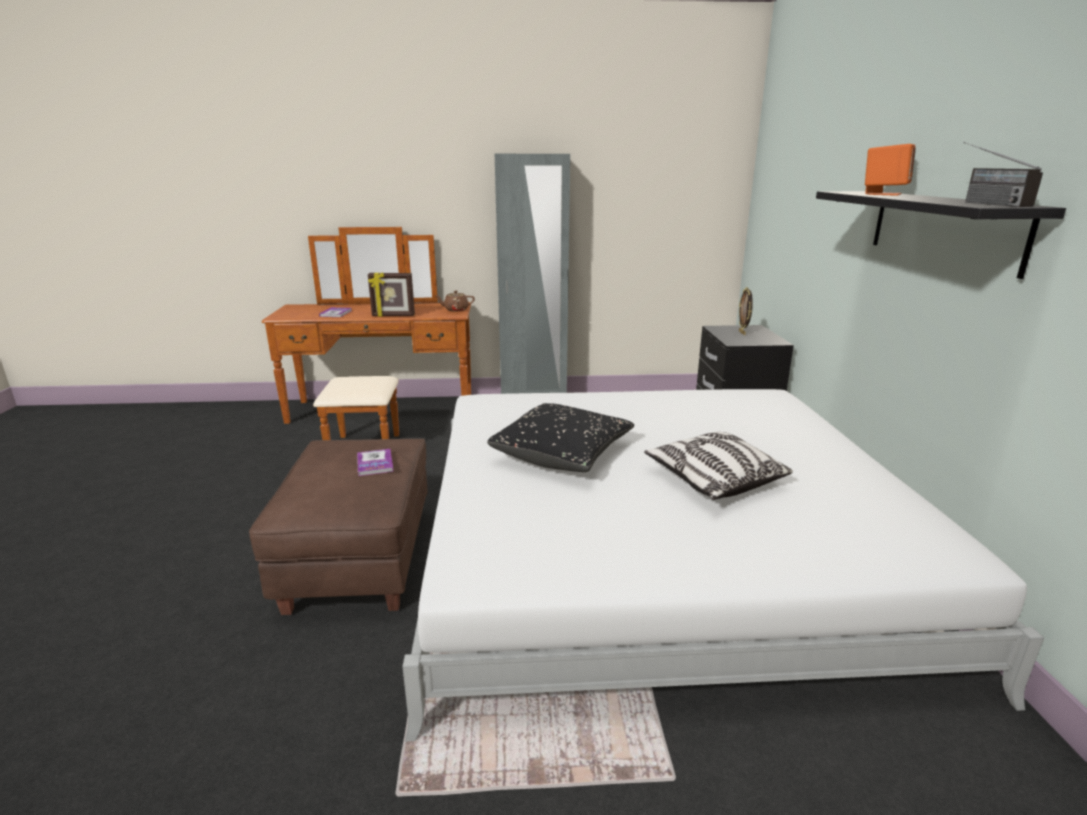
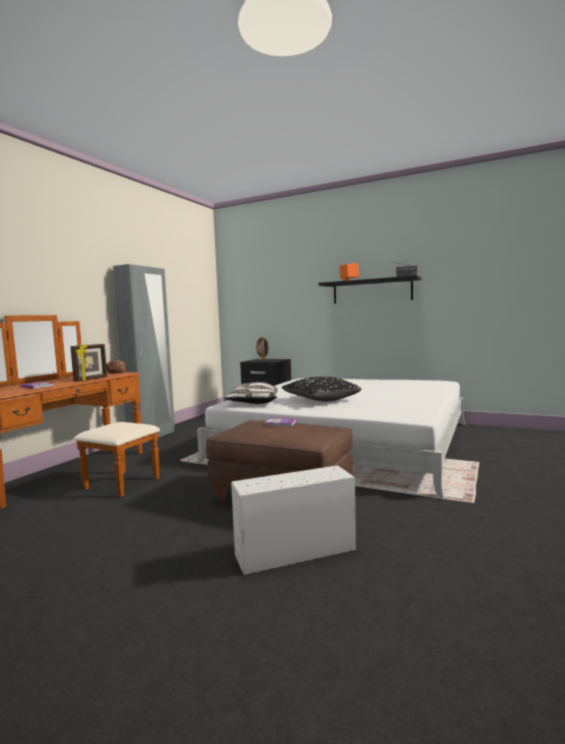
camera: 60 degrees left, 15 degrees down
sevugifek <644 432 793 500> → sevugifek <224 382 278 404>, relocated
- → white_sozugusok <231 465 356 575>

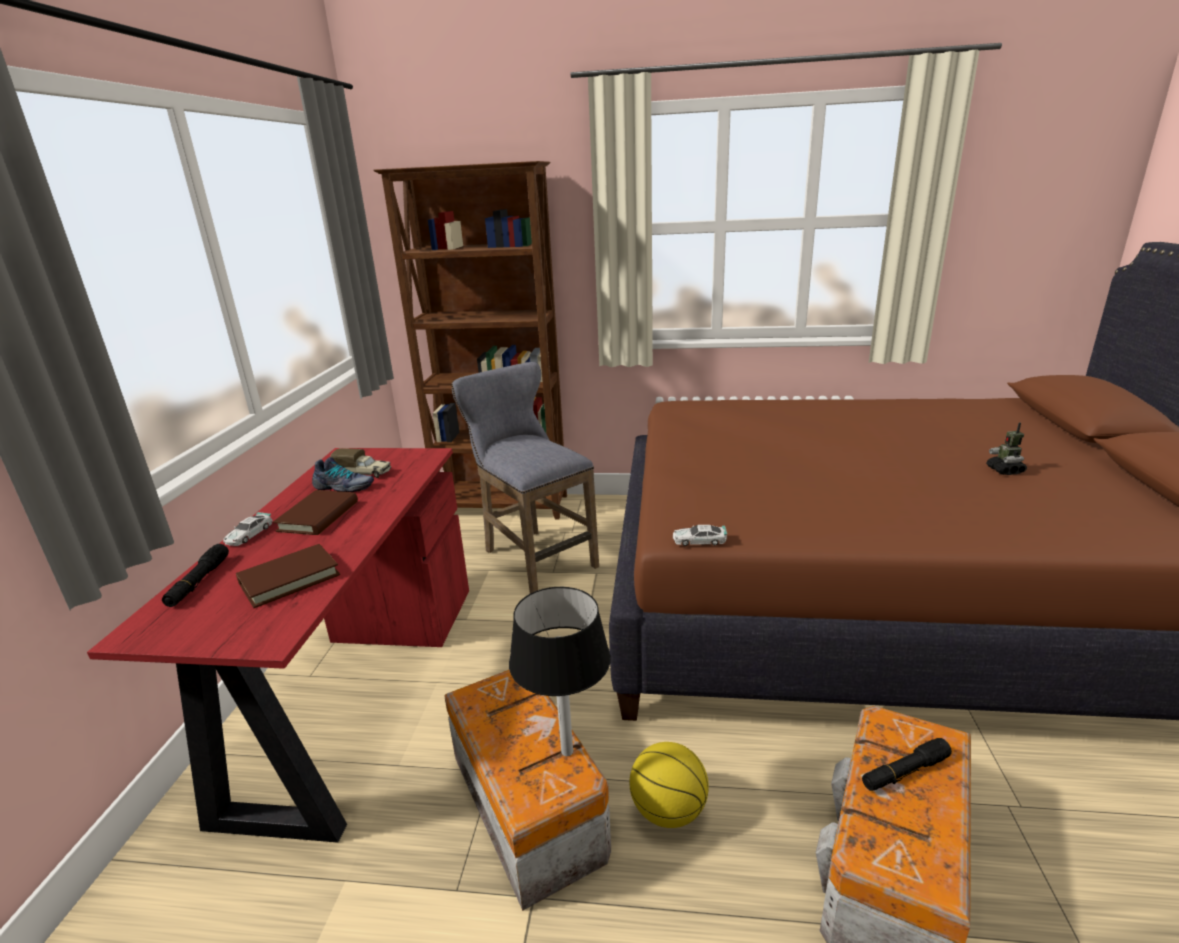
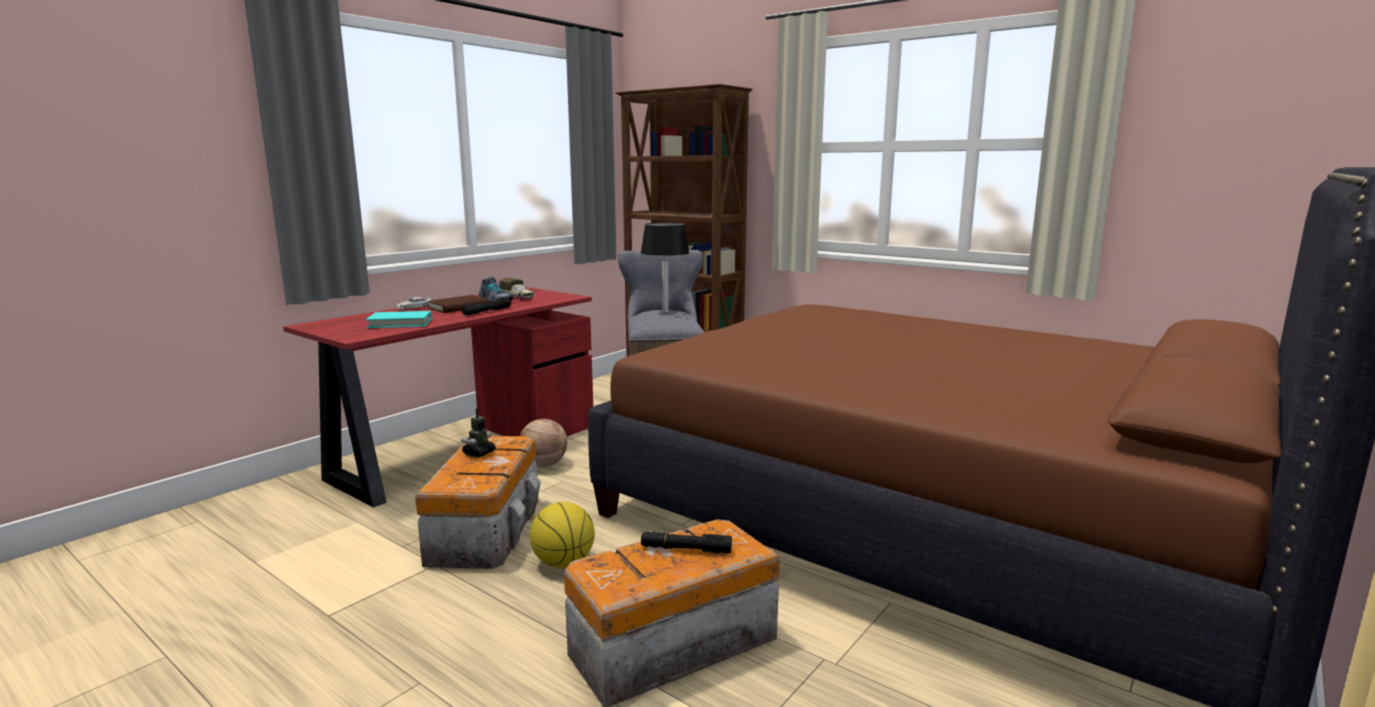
camera: 30 degrees right, 10 degrees down
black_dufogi <162 544 229 607> → black_dufogi <462 297 511 315>, relocated
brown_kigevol <236 544 340 608> → turquoise_kigevol <366 311 432 328>
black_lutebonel <509 587 611 756> → black_lutebonel <641 223 689 313>, relocated
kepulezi <673 525 727 546> → -
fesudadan <986 422 1027 475> → fesudadan <461 408 496 457>, relocated
- → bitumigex <520 419 567 467>

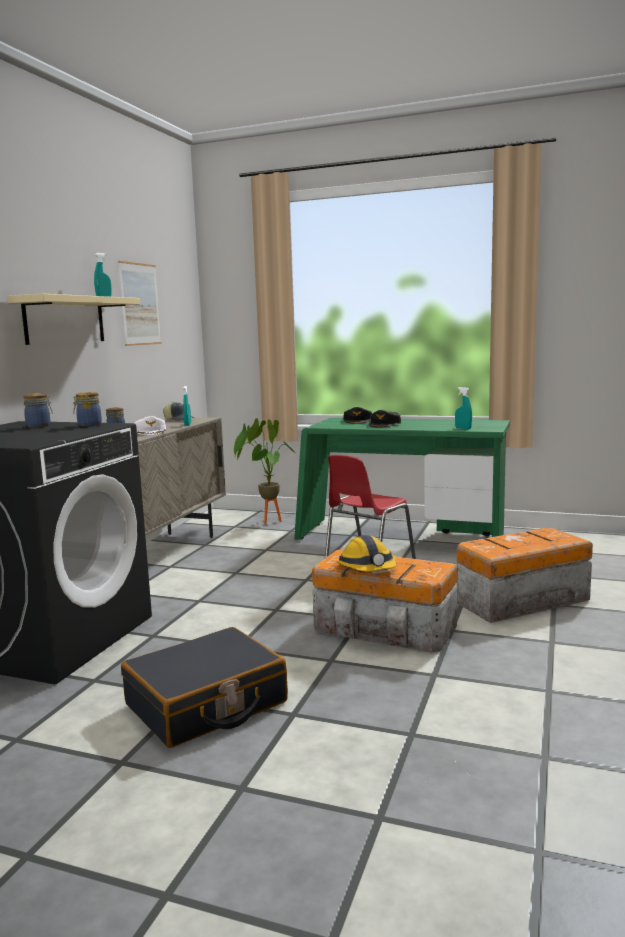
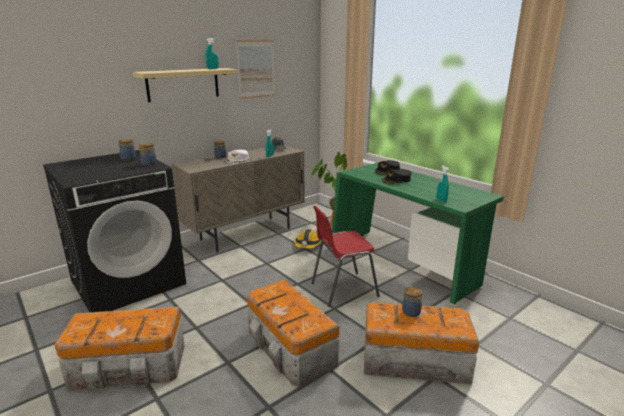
camera: 30 degrees right, 10 degrees up
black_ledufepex <121 627 288 748> → sozugusok <55 307 185 390>
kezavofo <336 535 397 571> → kezavofo <294 229 321 249>, relocated
- → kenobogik <402 287 422 317>

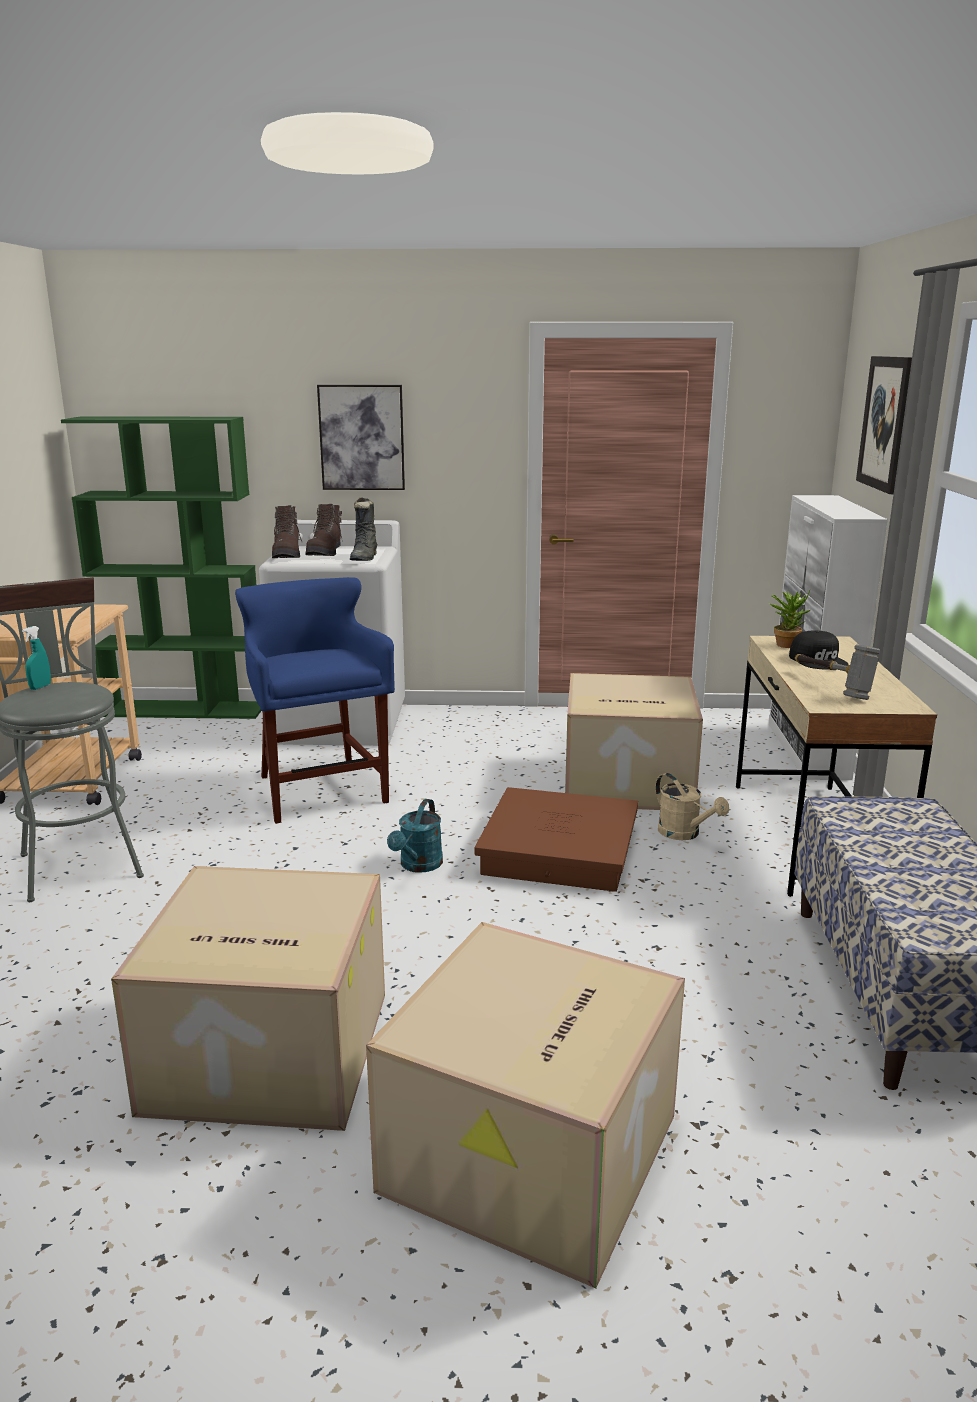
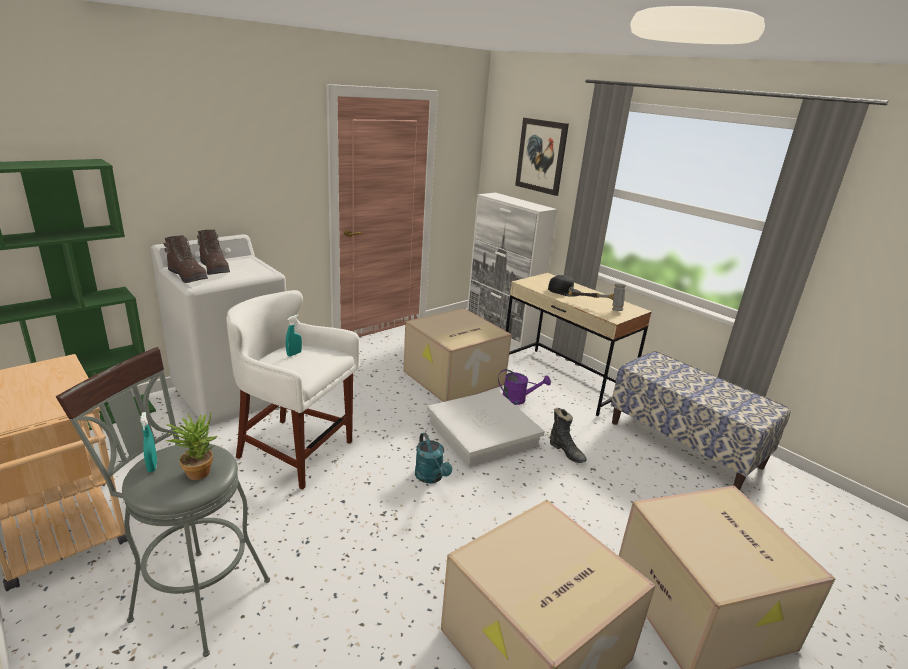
camera: 45 degrees left, 5 degrees up
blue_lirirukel <235 577 395 824> → white_lirirukel <226 290 359 490>
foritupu <317 385 405 490> → -
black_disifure <350 497 377 561> → black_disifure <550 408 587 463>, relocated
brown_sozugusok <475 787 638 892> → white_sozugusok <427 390 545 467>
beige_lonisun <656 773 729 840> → purple_lonisun <498 369 551 405>
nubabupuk <768 590 810 648> → nubabupuk <165 412 217 480>, relocated
- → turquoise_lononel <286 315 302 357>

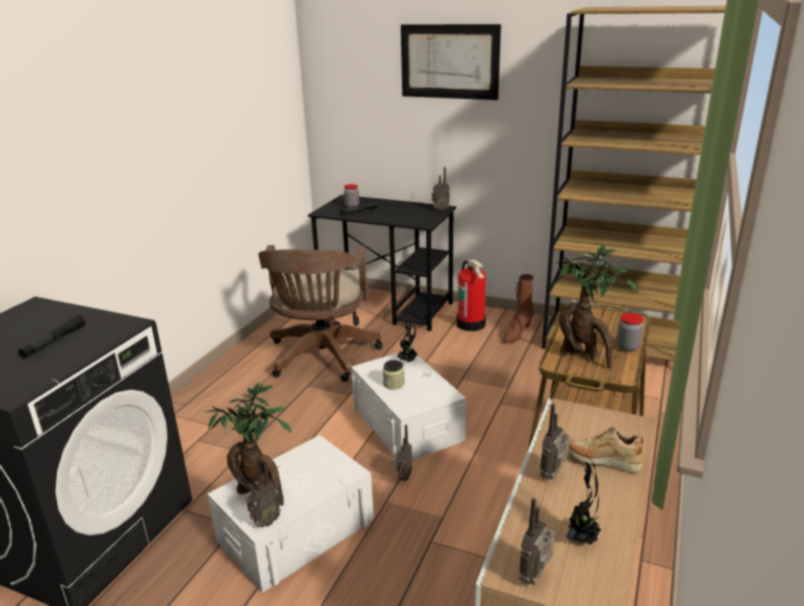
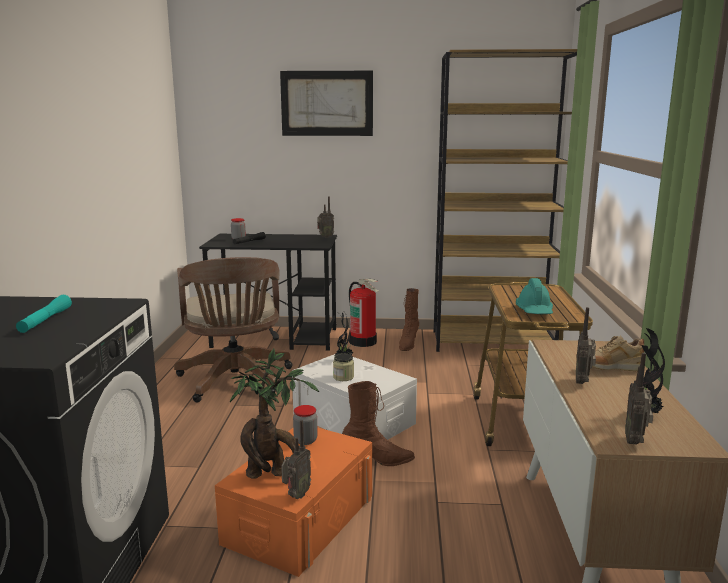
camera: 20 degrees left, 10 degrees down
black_dufogi <18 314 85 358> → turquoise_dufogi <16 295 72 333>
white_sozugusok <207 435 374 593> → orange_sozugusok <215 427 372 577>
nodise <394 424 412 481> → brown_disifure <342 381 415 466>
nubabupuk <554 243 638 369> → turquoise_kezavofo <516 278 553 314>
kenobogik <616 313 644 352> → kenobogik <293 405 318 445>, relocated

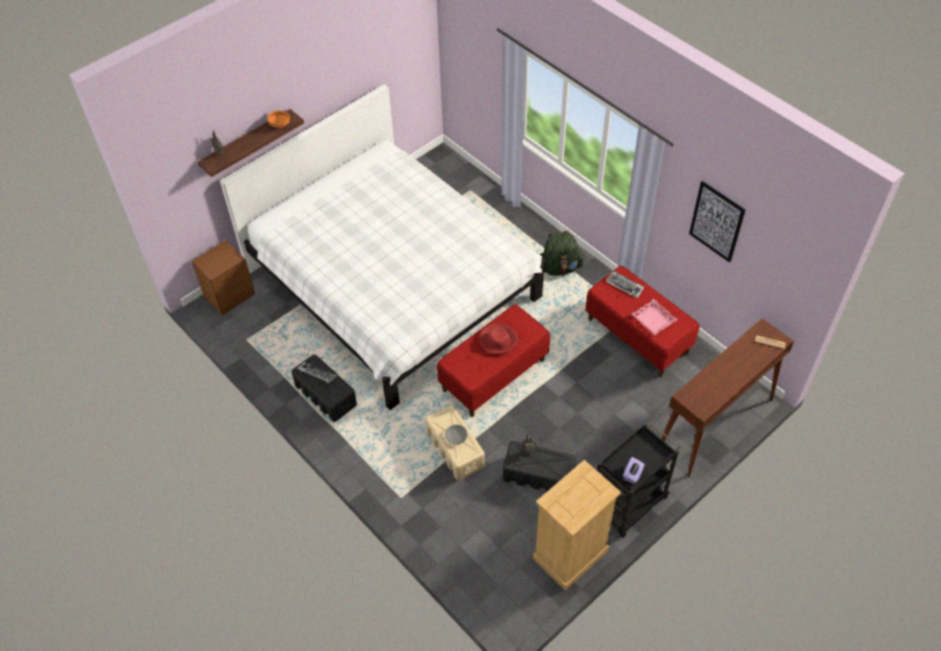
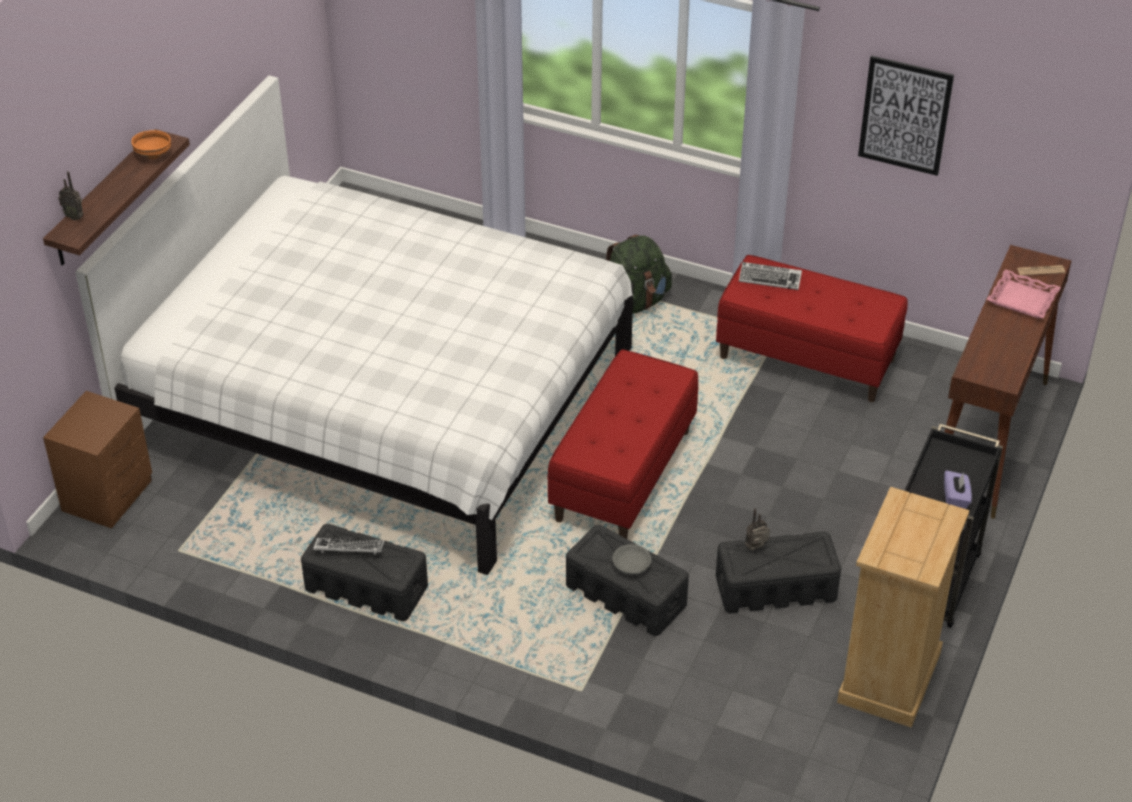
camera: 25 degrees left, 10 degrees down
beige_sozugusok <426 405 485 480> → black_sozugusok <566 525 689 636>
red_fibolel <479 324 519 354> → -
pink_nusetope <631 299 677 335> → pink_nusetope <987 269 1061 318>, relocated

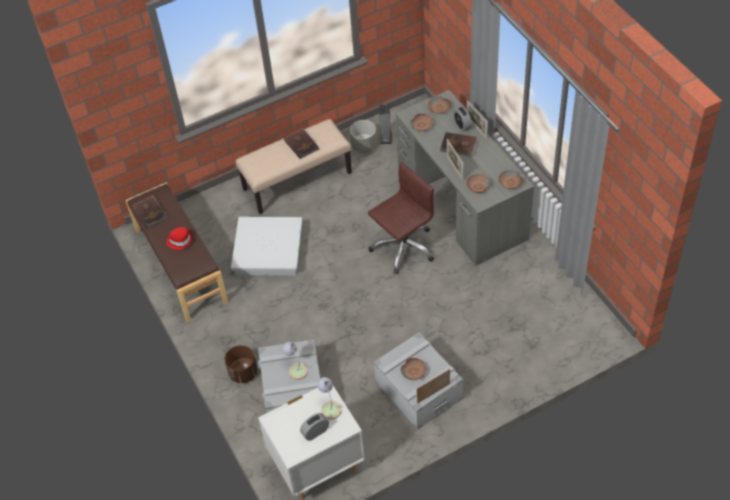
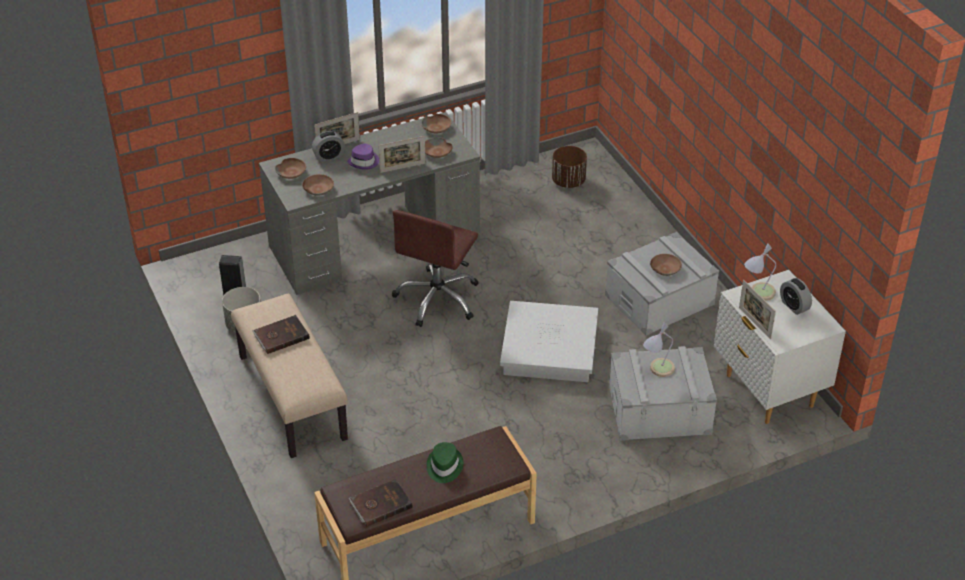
camera: 90 degrees left, 10 degrees down
red_fibolel <166 227 193 250> → green_fibolel <426 442 463 483>
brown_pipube <225 345 258 383> → brown_pipube <552 146 587 188>, relocated
white_sozugusok <231 217 302 276> → white_sozugusok <500 301 598 382>, relocated
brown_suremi <368 162 434 274> → brown_suremi <392 210 478 327>, 120 degrees counterclockwise
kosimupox <416 368 450 404> → kosimupox <739 280 776 339>, relocated
brown_kigevol <440 132 477 157> → purple_fibolel <347 144 379 169>

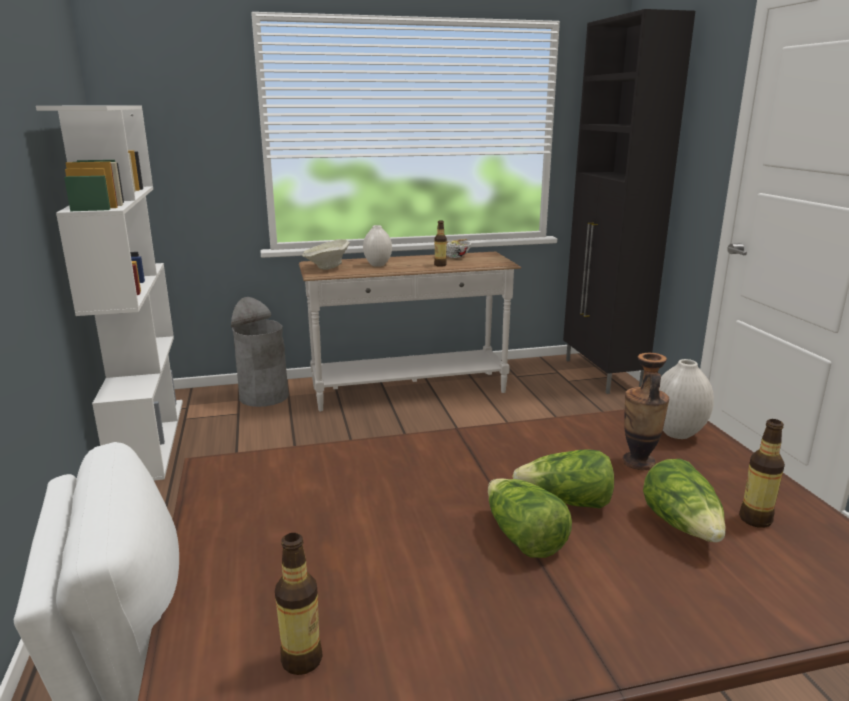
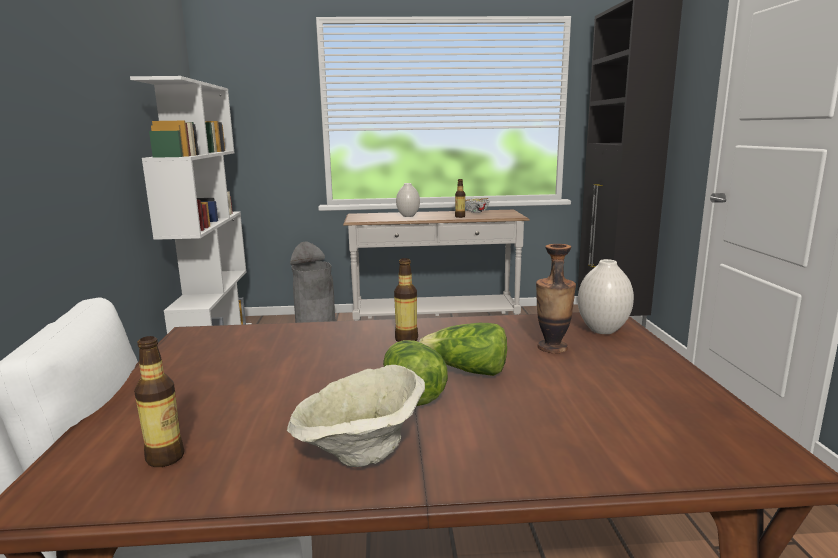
camera: 10 degrees right, 5 degrees down
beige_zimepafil <303 239 350 270> → beige_zimepafil <287 365 425 467>, relocated
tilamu <643 459 726 542> → -
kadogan <739 419 785 528> → kadogan <394 258 418 342>, relocated

